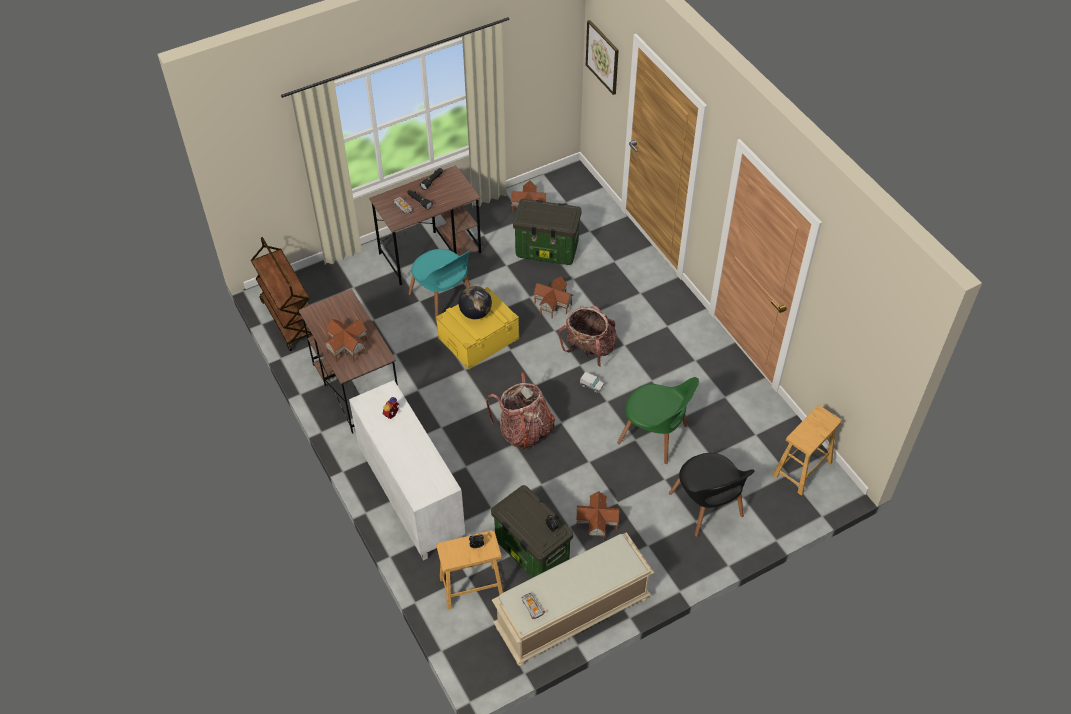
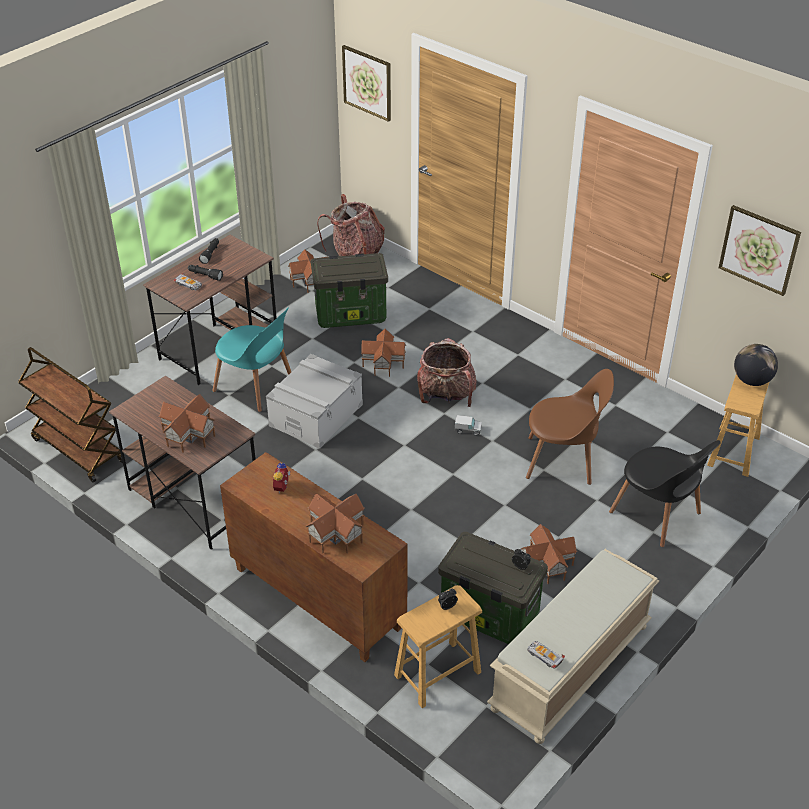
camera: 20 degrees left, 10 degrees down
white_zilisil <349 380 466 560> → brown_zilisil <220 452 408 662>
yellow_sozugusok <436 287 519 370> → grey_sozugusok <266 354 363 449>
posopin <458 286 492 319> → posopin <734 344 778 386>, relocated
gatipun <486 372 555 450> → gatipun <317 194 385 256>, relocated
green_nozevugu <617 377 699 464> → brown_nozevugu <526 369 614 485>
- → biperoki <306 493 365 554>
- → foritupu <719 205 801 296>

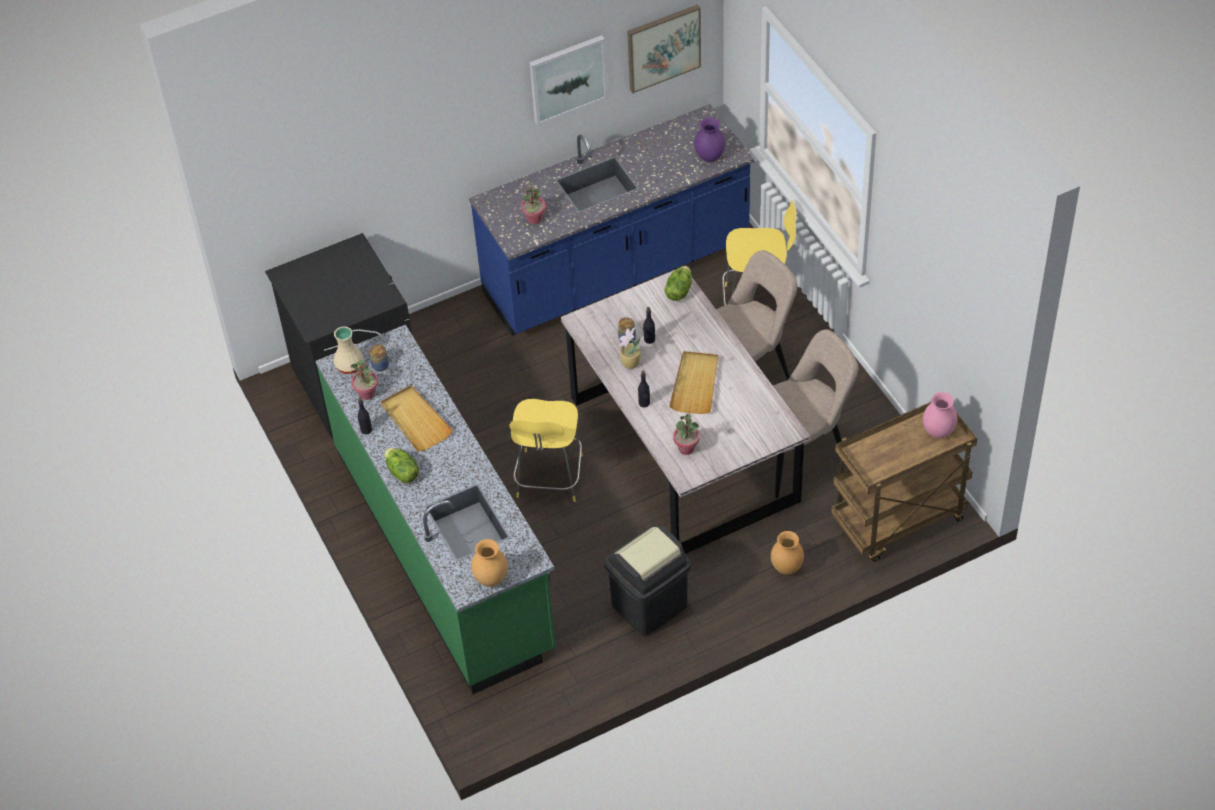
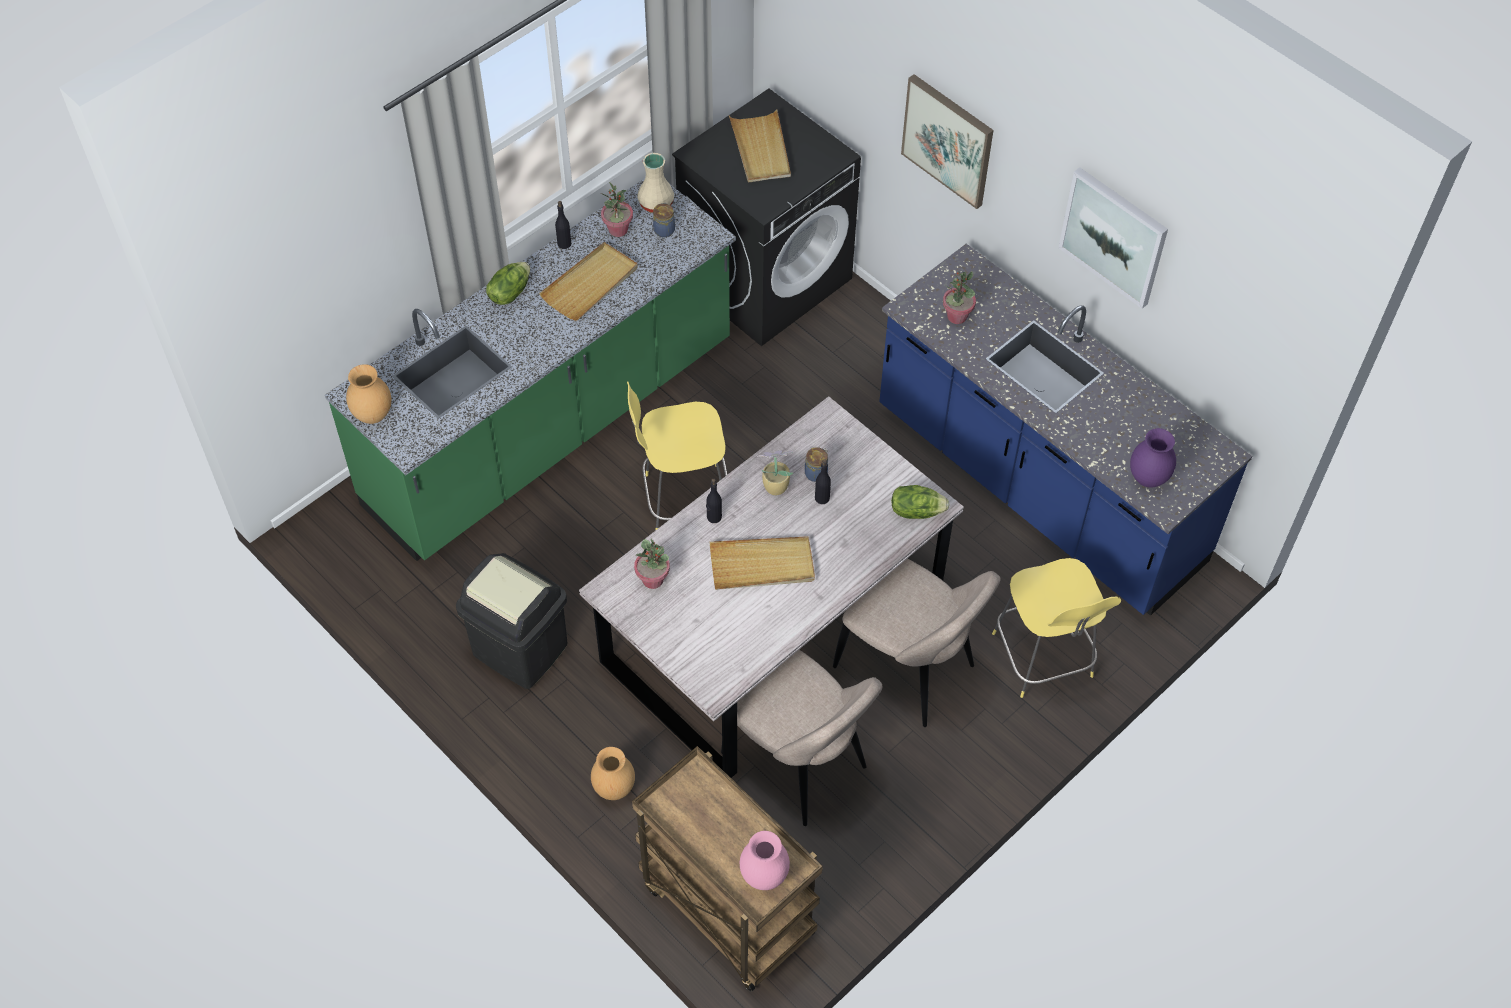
camera: 70 degrees right, 5 degrees up
foritupu <627 4 701 93> → foritupu <901 74 993 209>, relocated
- → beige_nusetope <729 109 791 183>

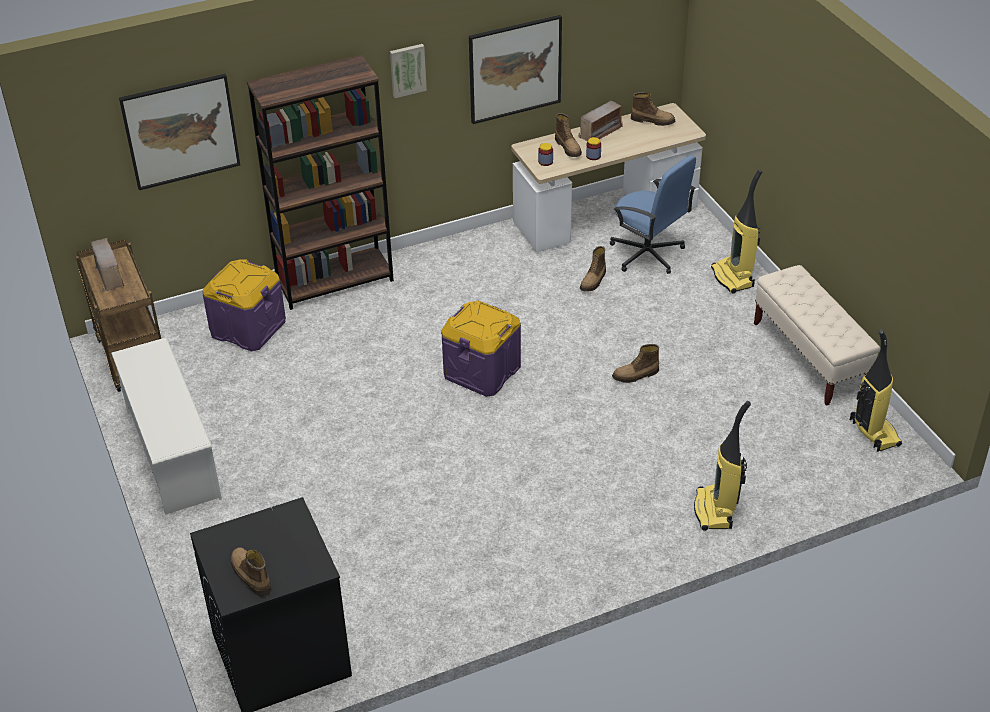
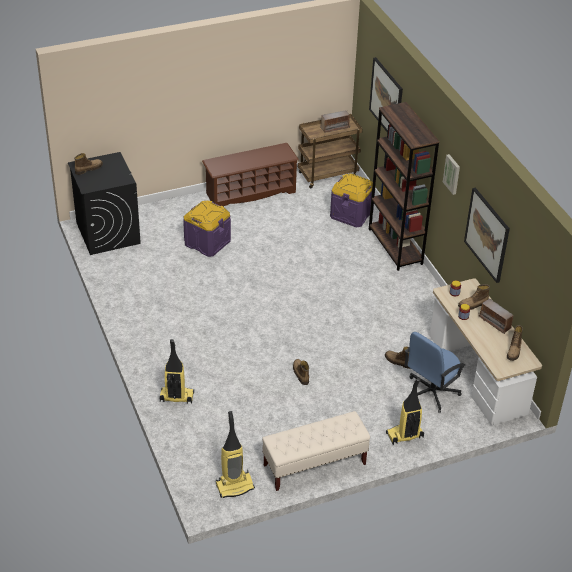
camera: 90 degrees right, 0 degrees up
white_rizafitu <111 337 222 515> → brown_rizafitu <202 143 299 207>
purple_sozugusok <441 301 521 397> → purple_sozugusok <183 201 231 257>, relocated

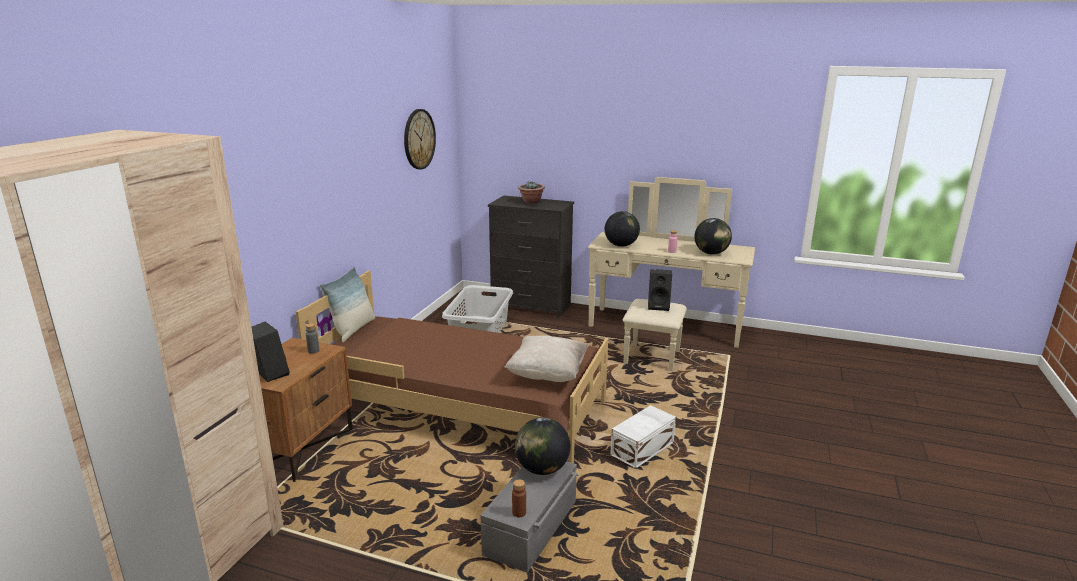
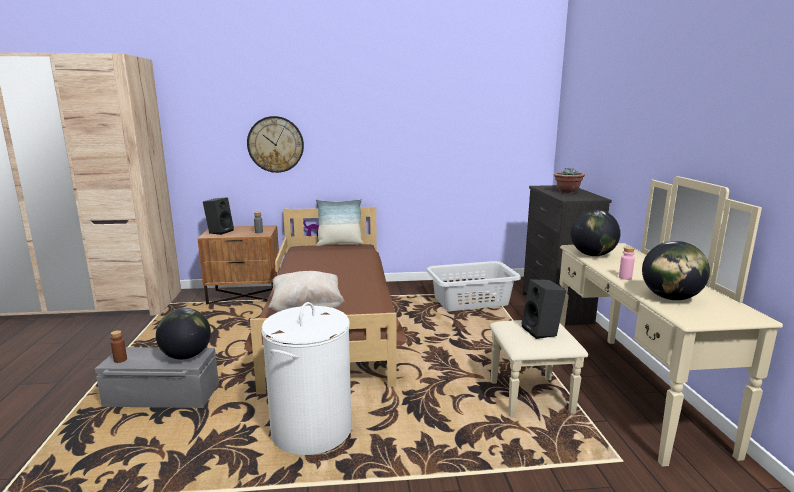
camera: 65 degrees right, 5 degrees down
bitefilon <404 109 436 169> → bitefilon <247 116 304 173>, relocated
white_sozugusok <610 405 676 468> → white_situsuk <262 302 352 455>

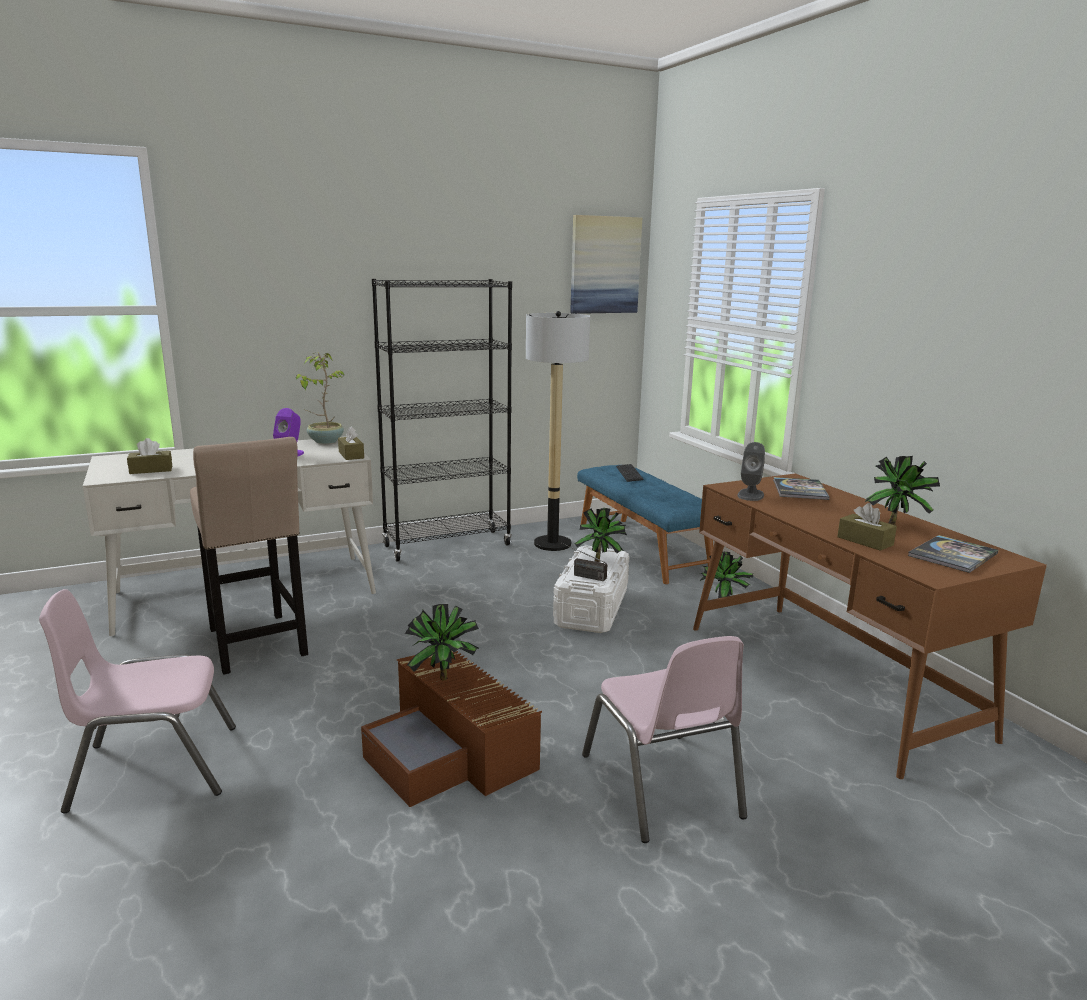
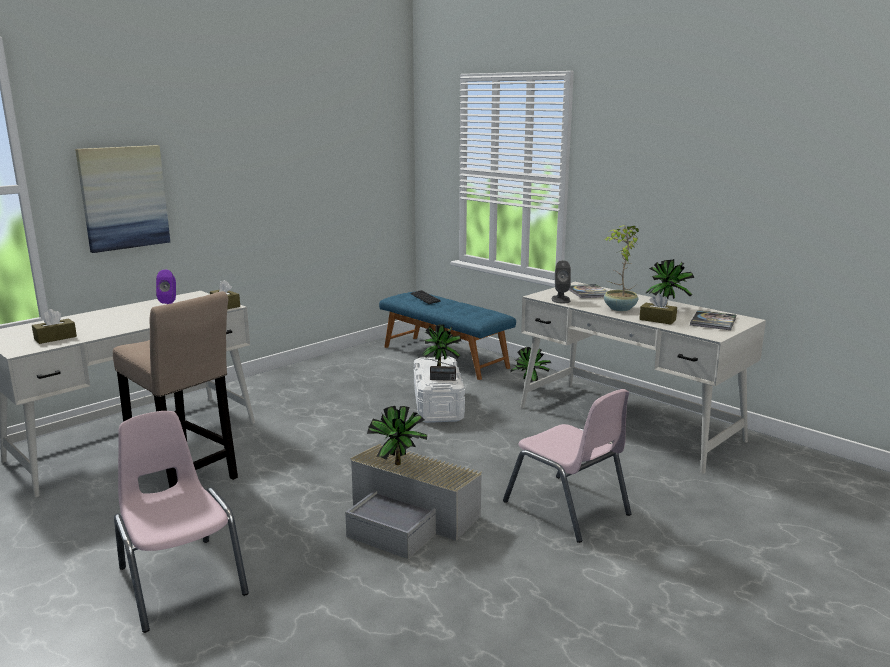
camera: 20 degrees left, 0 degrees up
pink_nozevugu <39 589 236 813> → pink_nozevugu <114 411 249 633>, 90 degrees clockwise
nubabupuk <296 352 346 444> → nubabupuk <604 225 639 311>, relocated
brown_sozugusok <361 650 542 807> → grey_sozugusok <345 443 482 559>
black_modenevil <372 279 512 562> → -
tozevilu <526 311 590 551> → -
foritupu <570 215 642 314> → foritupu <75 145 170 253>, relocated
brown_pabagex <693 473 1047 779> → white_pabagex <520 282 766 474>

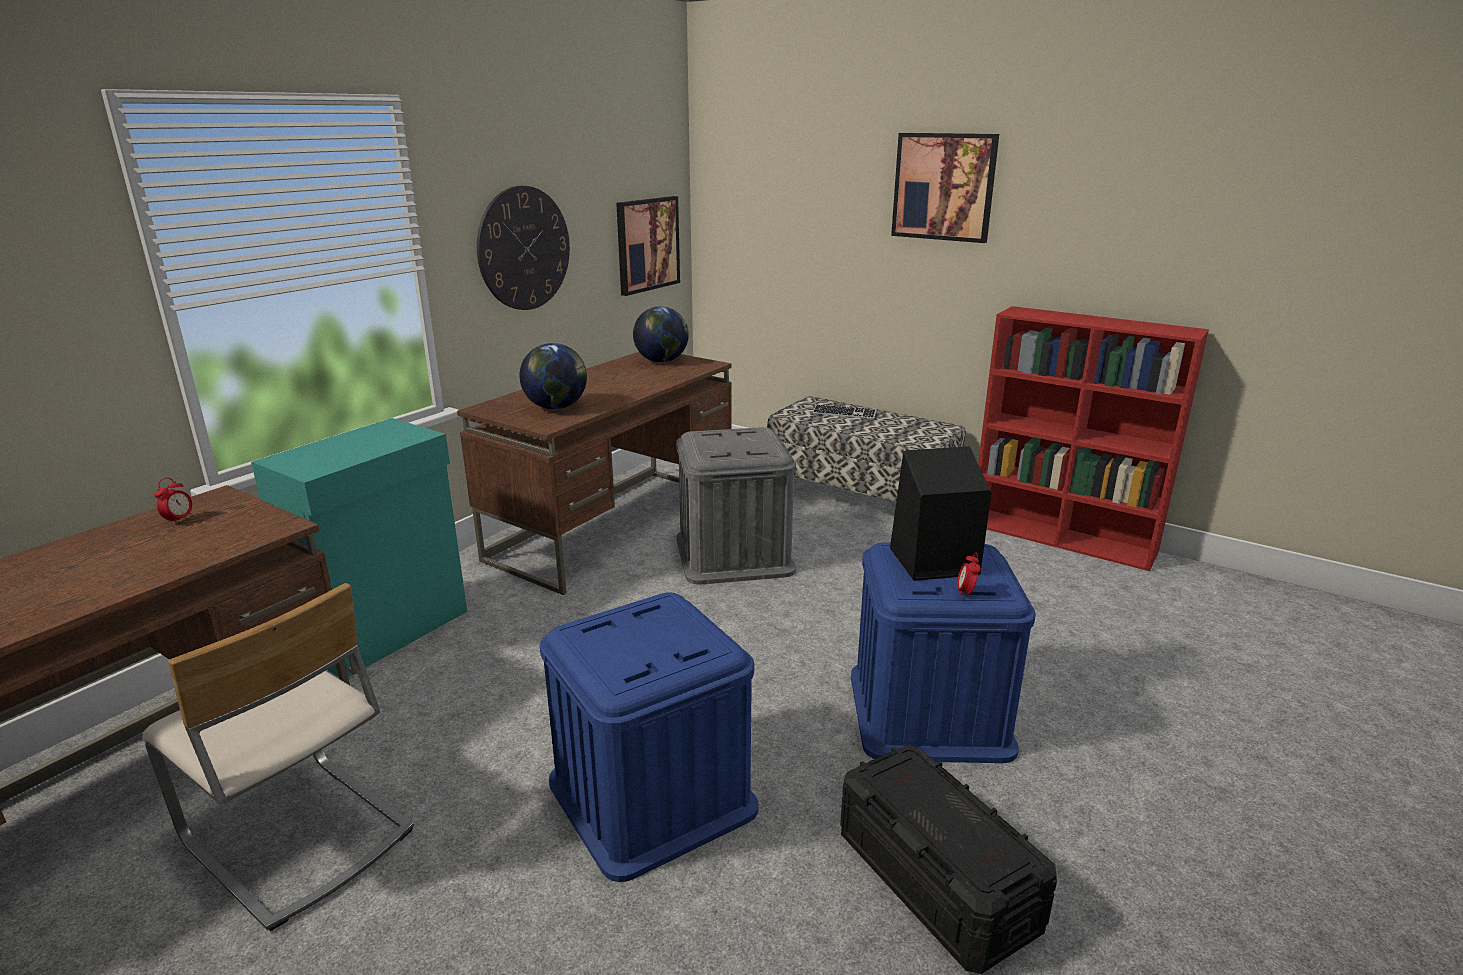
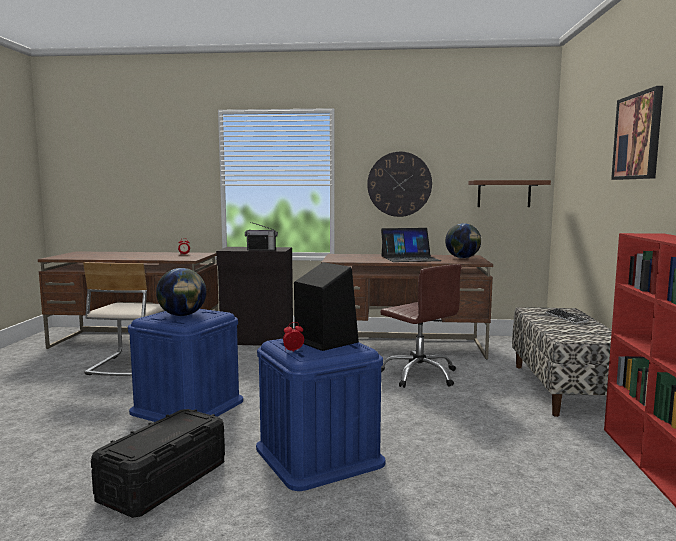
camera: 60 degrees right, 15 degrees down
turquoise_zilisil <251 418 467 677> → black_zilisil <216 247 293 346>
posopin <519 343 587 409> → posopin <156 268 206 316>, relocated
foritupu <616 196 680 296> → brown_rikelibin <468 180 551 207>
grey_sozugusok <676 427 796 585> → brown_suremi <380 264 462 388>
- → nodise <245 222 278 250>
- → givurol <381 228 441 262>

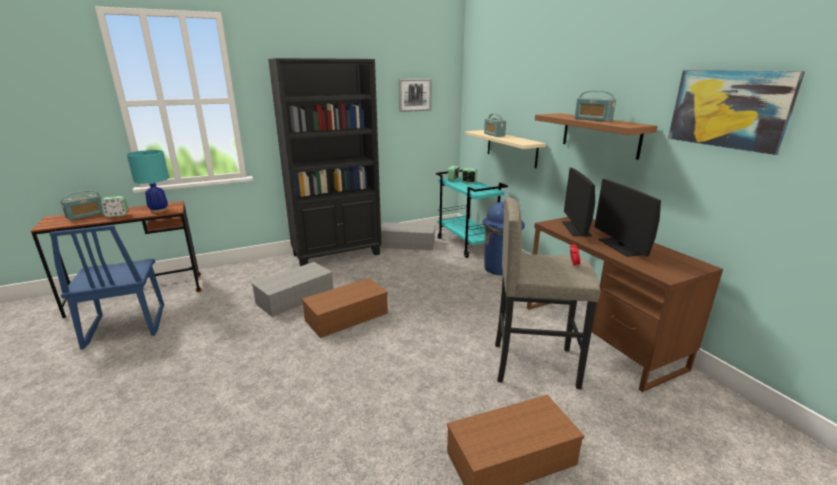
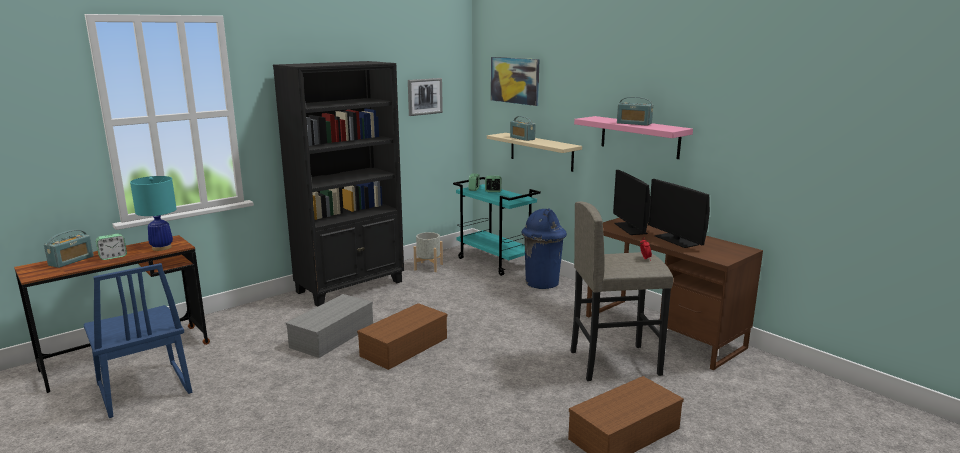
camera: 15 degrees left, 5 degrees down
grey_sozugusok <380 222 435 250> → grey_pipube <414 232 443 272>
brown_rikelibin <535 113 657 160> → pink_rikelibin <574 116 693 159>
foritupu <668 70 805 155> → foritupu <491 57 539 106>, relocated

